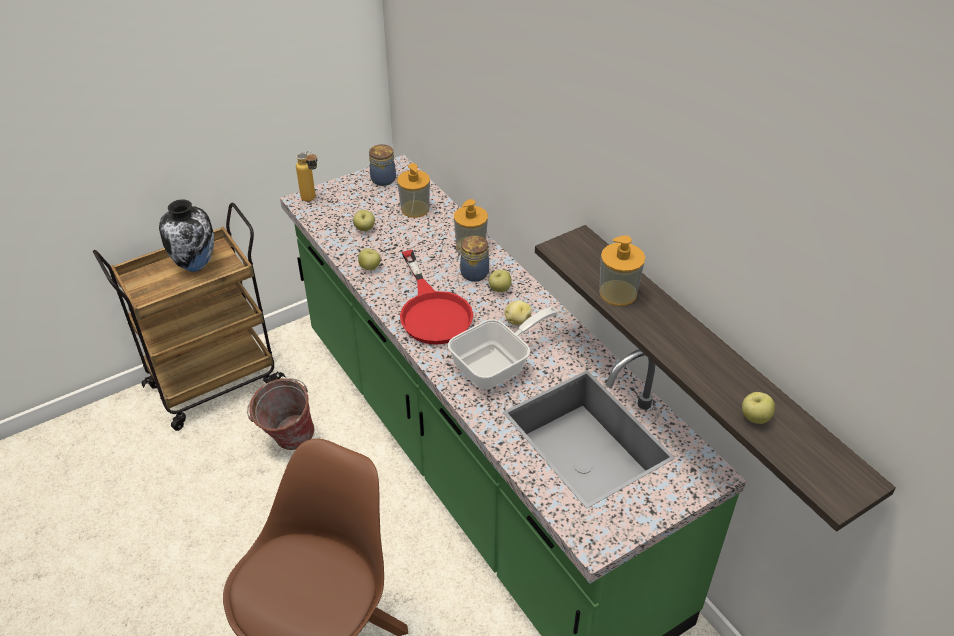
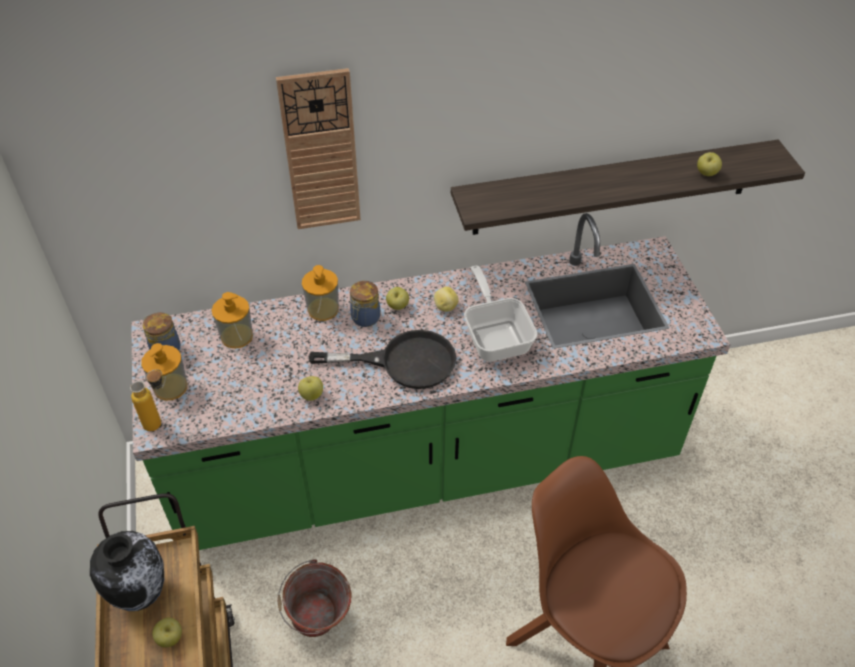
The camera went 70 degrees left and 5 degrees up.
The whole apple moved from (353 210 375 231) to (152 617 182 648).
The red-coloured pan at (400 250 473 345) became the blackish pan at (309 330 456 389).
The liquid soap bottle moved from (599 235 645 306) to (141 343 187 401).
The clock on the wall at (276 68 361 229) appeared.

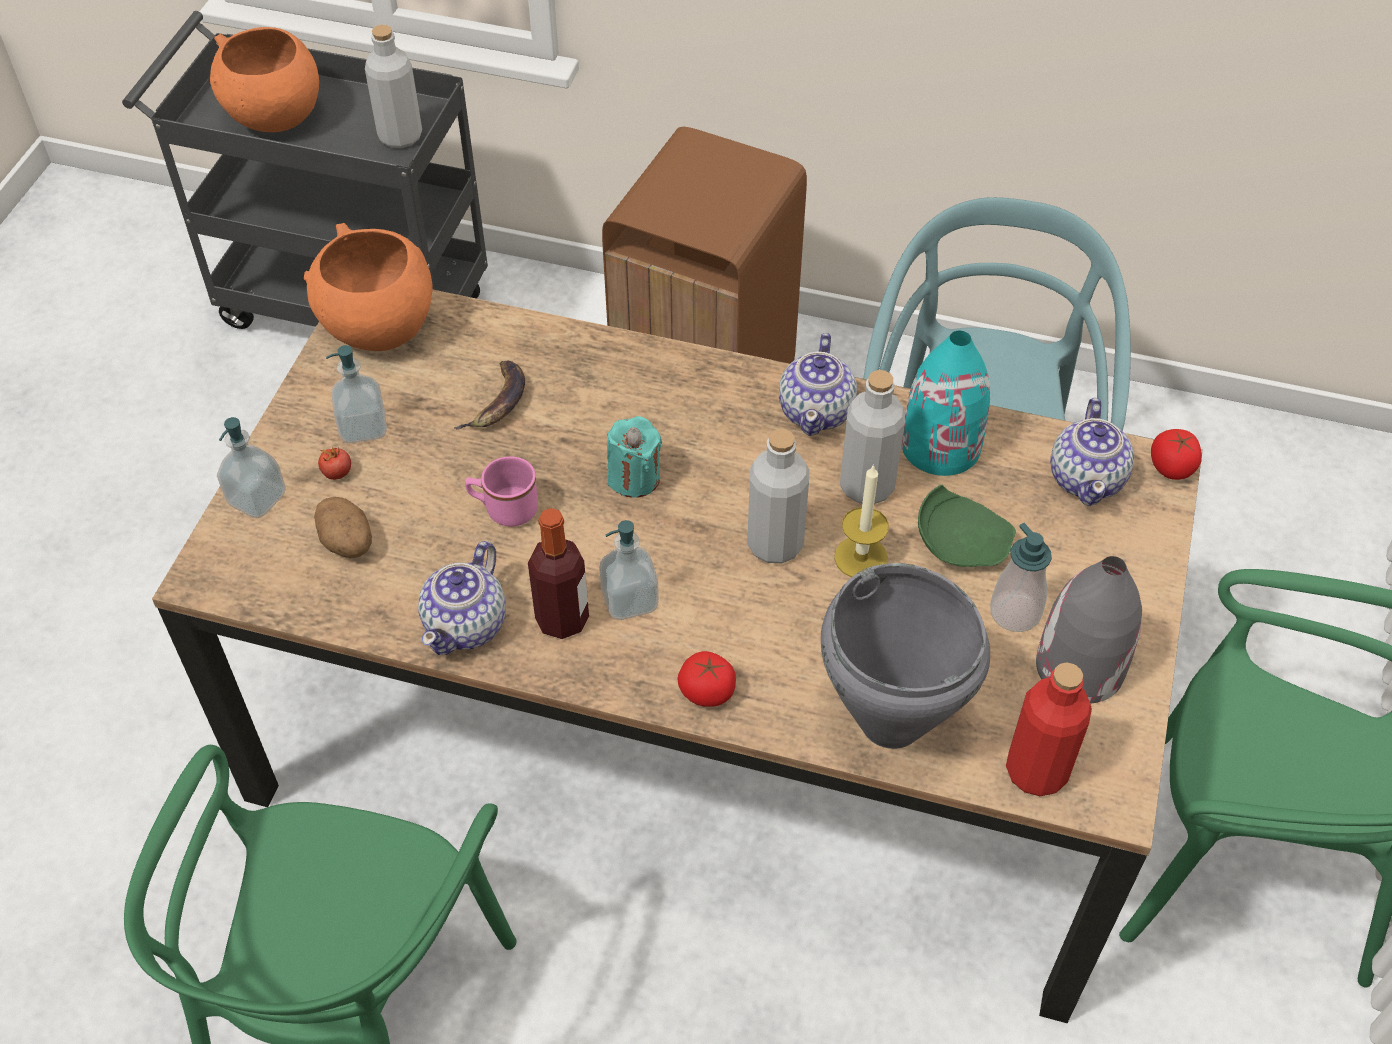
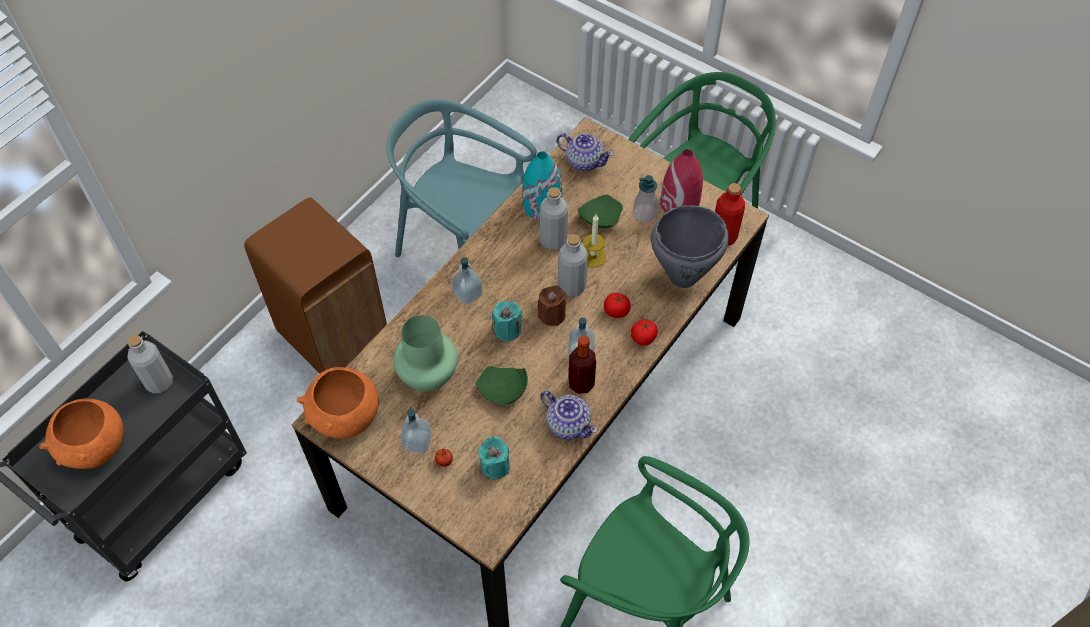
The camera went 70 degrees left and 5 degrees up.
The liquid soap bottle moved from (217 417 286 518) to (451 257 483 305).
The spud at (314 497 372 558) was replaced by the blue-green wax light at (478 436 510 480).
The banana fruit at (454 361 525 430) was replaced by the greenish decorative vase at (393 315 458 391).
The pink-coloured tea mug at (465 456 538 527) was replaced by the greenish dinner plate at (476 366 528 405).
The pot for tea at (779 333 857 436) disappeared.
The grey decorative vase at (1036 556 1142 704) became the red-coloured decorative vase at (660 149 703 212).
The tomato moved from (1151 429 1202 480) to (604 293 630 318).
The brownish wax light at (538 285 566 326) appeared.

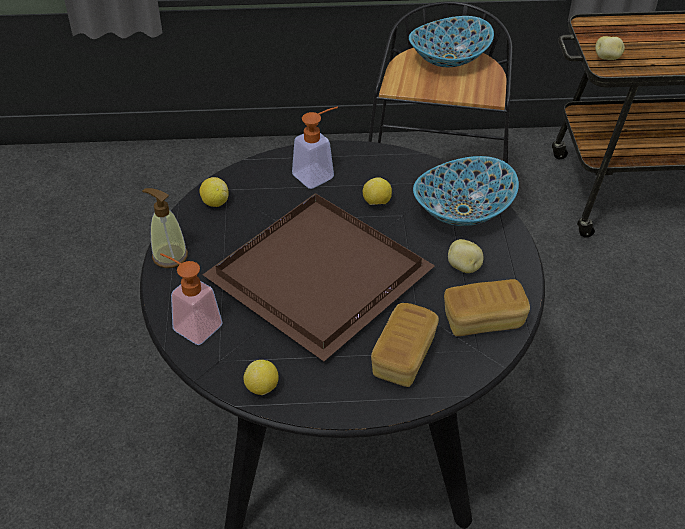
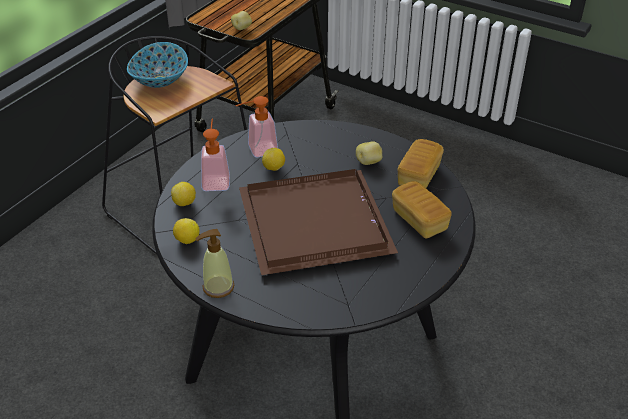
The camera went 55 degrees left and 5 degrees down.
The liquid soap bottle moved from (160 253 223 345) to (235 96 278 157).
The lemon moved from (244 360 279 395) to (171 182 196 206).
The bowl at (413 156 519 226) disappeared.

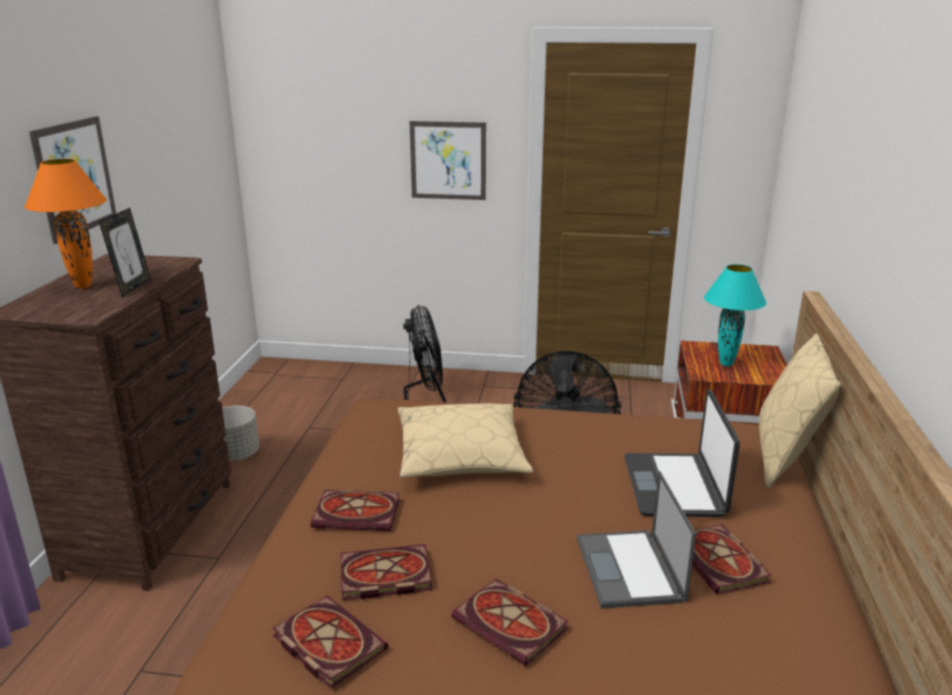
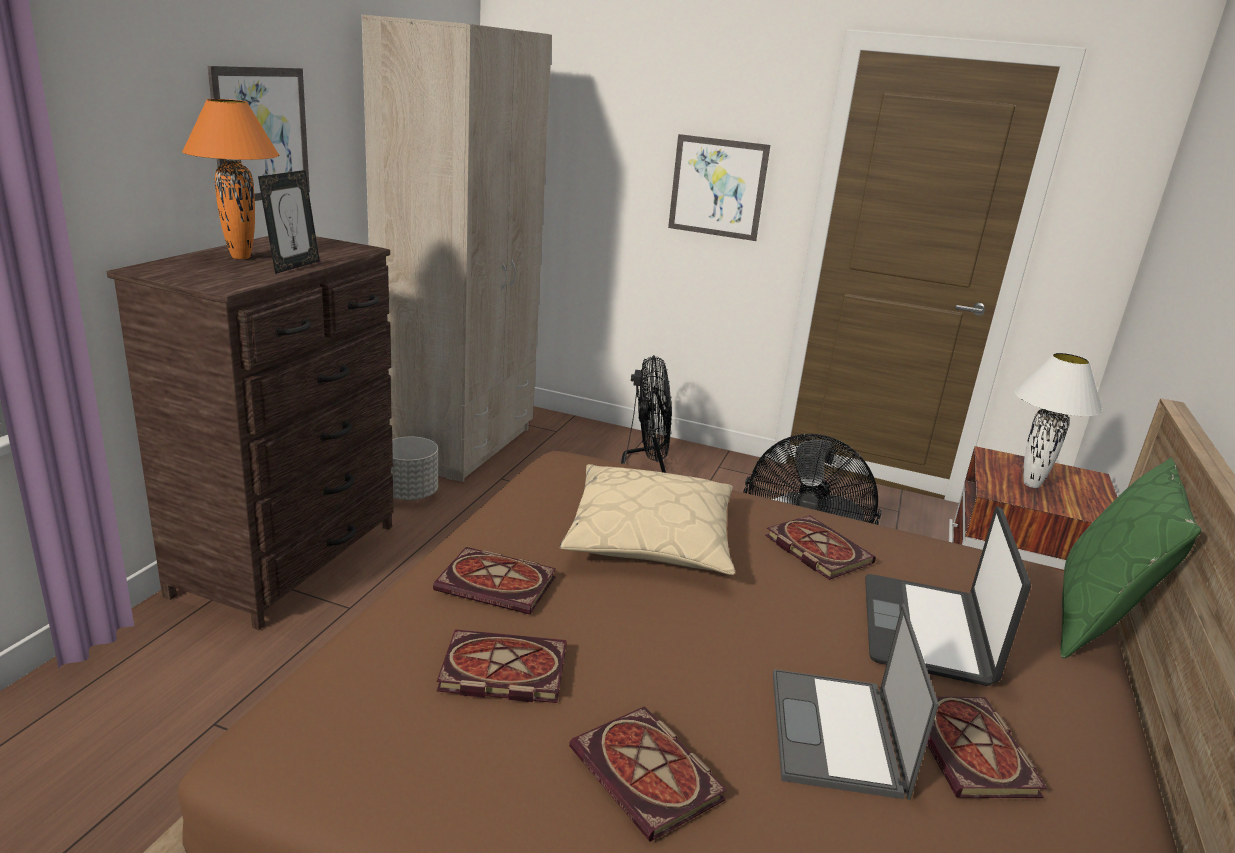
The camera went 10 degrees right and 0 degrees up.
The volume moved from (272 595 388 689) to (765 515 876 580).
The blue-green lamp for a table at (704 264 767 366) became the white lamp for a table at (1015 353 1102 488).
The beige throw pillow at (759 333 841 488) became the greenish throw pillow at (1060 457 1201 658).
The beige wardrobe at (362 15 552 482) appeared.

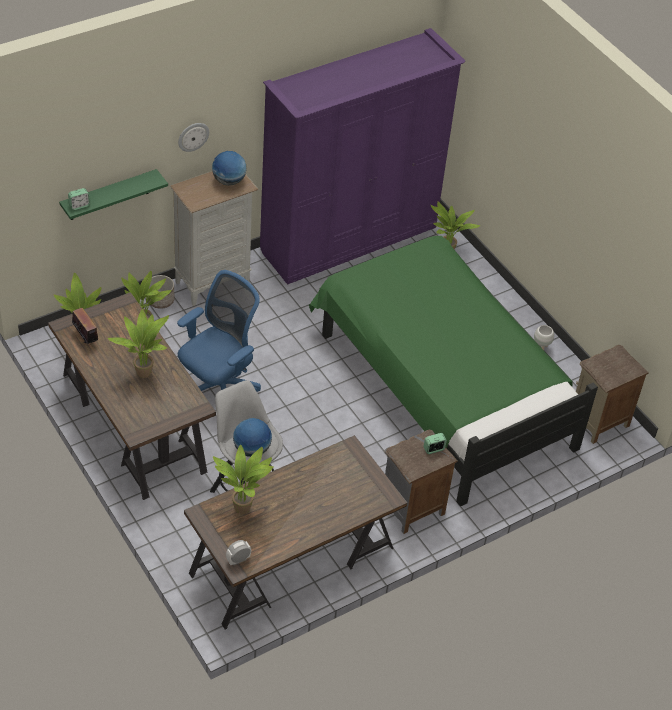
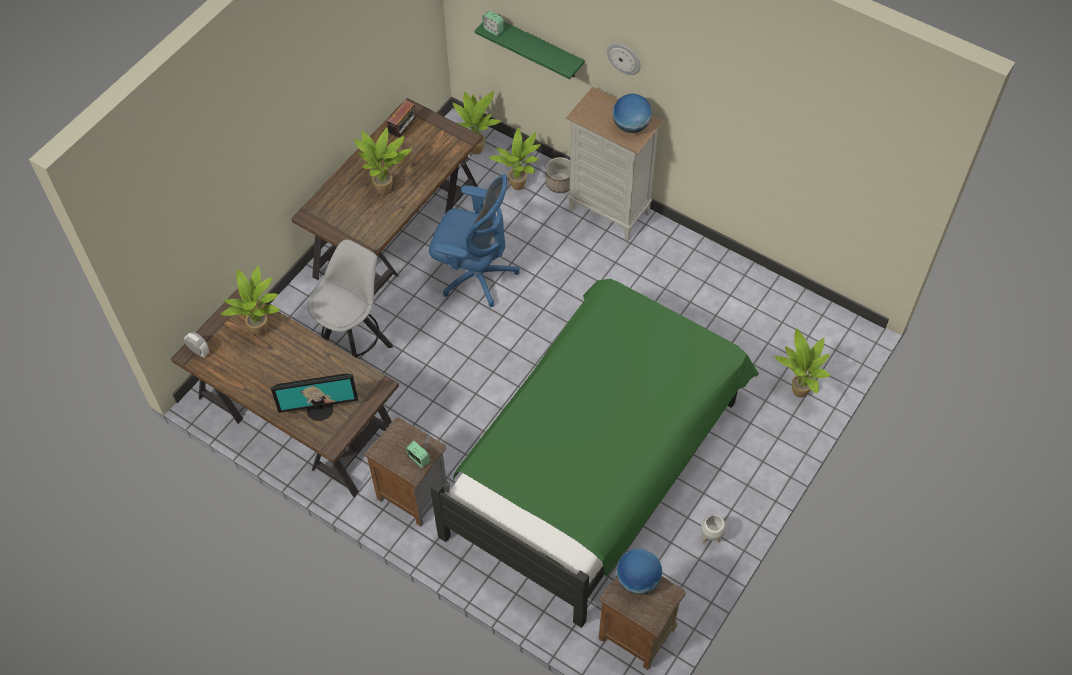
The camera went 70 degrees right and 10 degrees up.
The globe moved from (233 418 272 457) to (617 548 662 595).
The purplish wardrobe at (260 28 465 284) disappeared.
The monitor at (271 373 358 421) appeared.

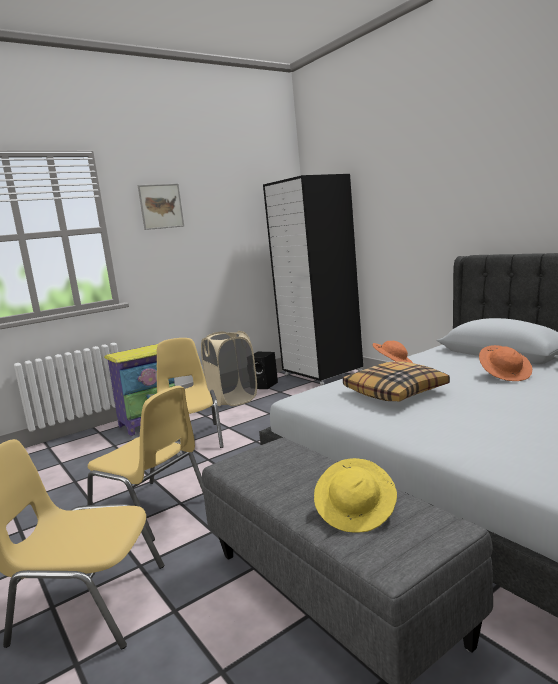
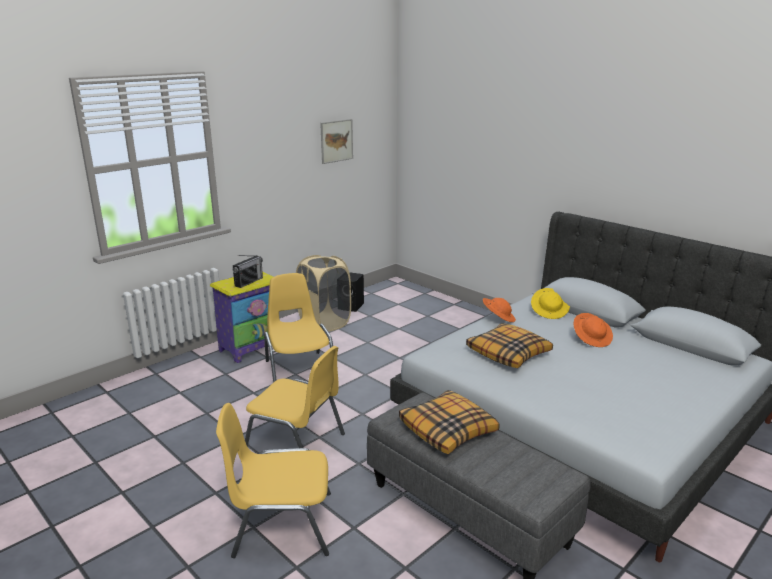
The camera went 10 degrees left and 10 degrees up.
The wall art moved from (137 184 184 230) to (320 119 353 164).
The wardrobe at (263 174 363 385) disappeared.
The yellow wearable hat moved from (314 458 397 533) to (531 288 570 319).
The radio receiver at (233 255 263 288) appeared.
The throw pillow at (399 390 500 454) appeared.

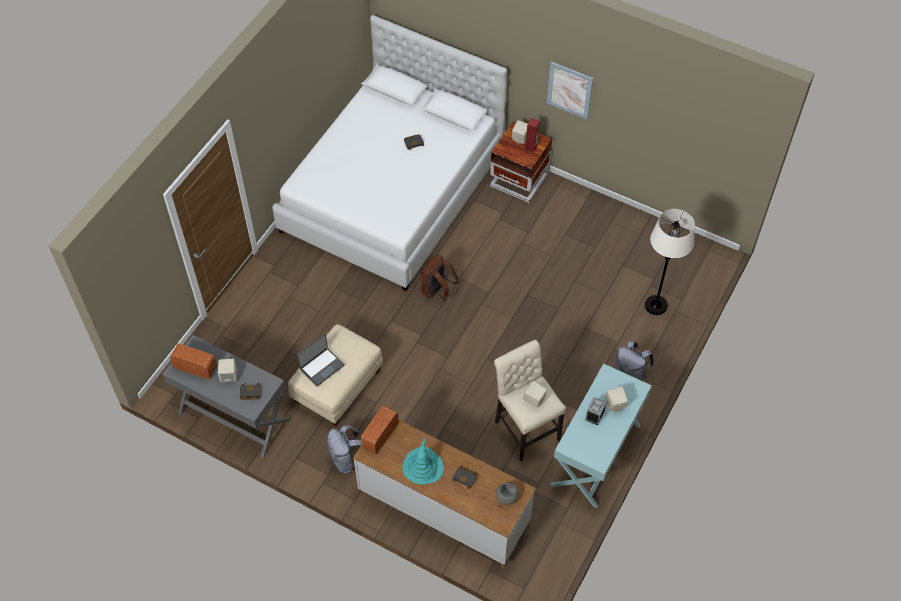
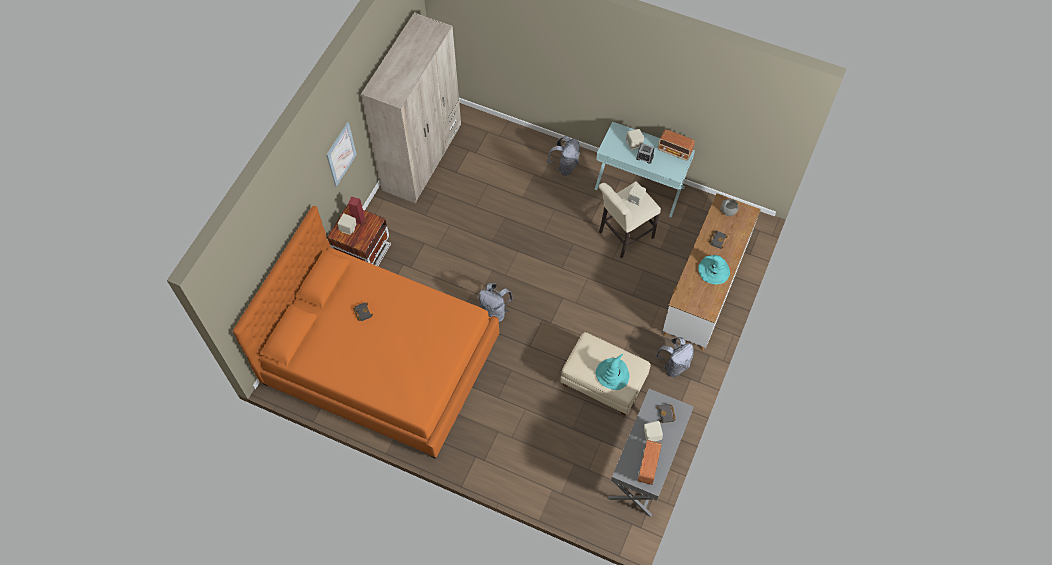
The camera went 95 degrees left and 5 degrees up.
The white bedroom bed at (272 15 507 291) became the orange bedroom bed at (233 206 500 459).
The portable computer at (296 333 345 386) was replaced by the blue-green wearable hat at (596 354 630 390).
The radio receiver moved from (361 405 399 454) to (658 129 695 161).
The brownish rucksack at (421 255 460 301) became the grey rucksack at (479 283 513 322).
The white standard lamp at (645 209 695 315) disappeared.
The beige wardrobe at (361 13 461 203) appeared.

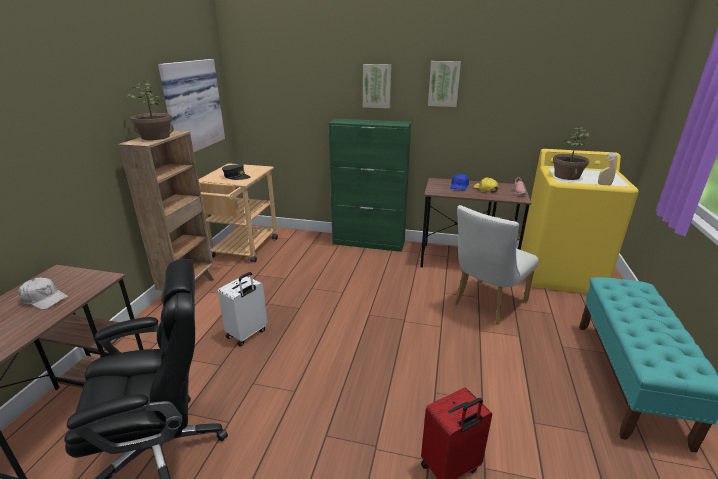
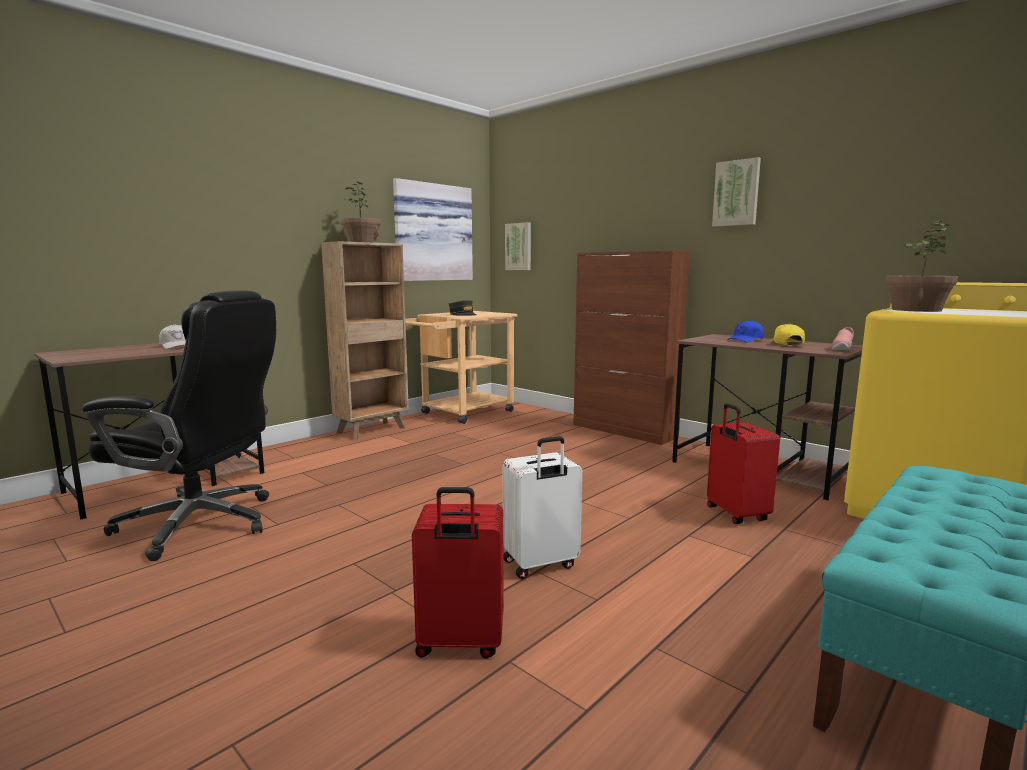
The camera went 30 degrees right and 15 degrees down.
The white travel case moved from (218 272 268 346) to (503 436 582 579).
The greenish storage cabinet at (329 119 411 252) became the brownish storage cabinet at (574 251 690 445).
The wall art moved from (363 64 392 108) to (505 222 531 270).
The white upright chair at (454 205 539 325) was replaced by the red-coloured travel case at (707 403 780 524).
The beige hand sprayer at (598 153 617 185) disappeared.

